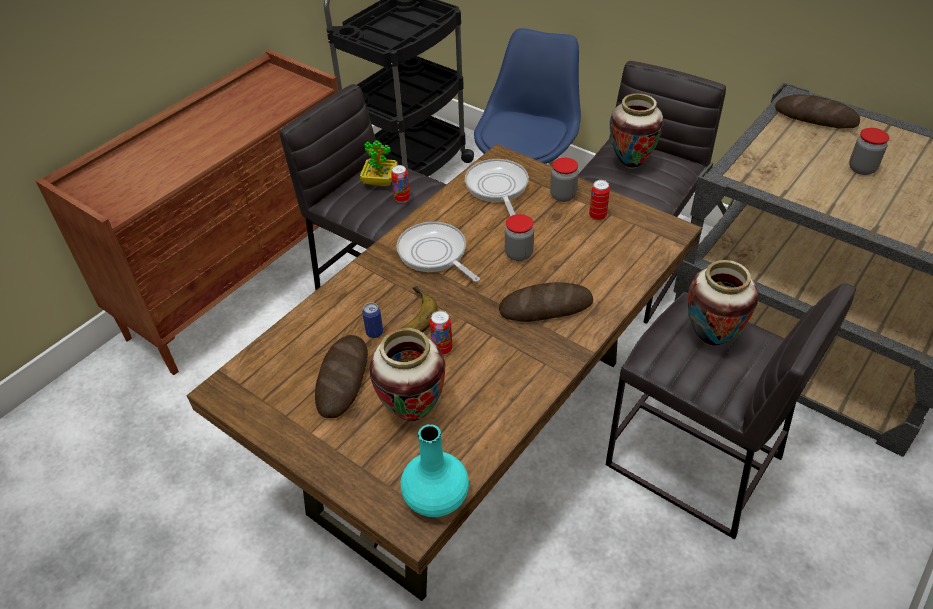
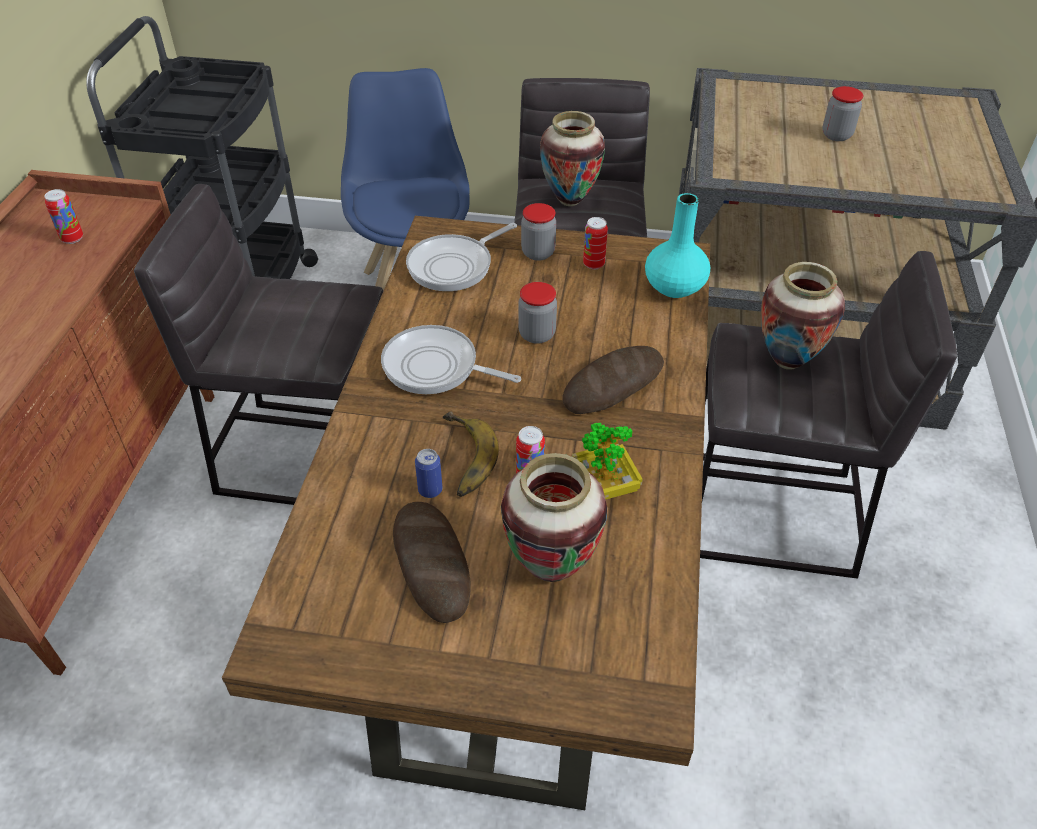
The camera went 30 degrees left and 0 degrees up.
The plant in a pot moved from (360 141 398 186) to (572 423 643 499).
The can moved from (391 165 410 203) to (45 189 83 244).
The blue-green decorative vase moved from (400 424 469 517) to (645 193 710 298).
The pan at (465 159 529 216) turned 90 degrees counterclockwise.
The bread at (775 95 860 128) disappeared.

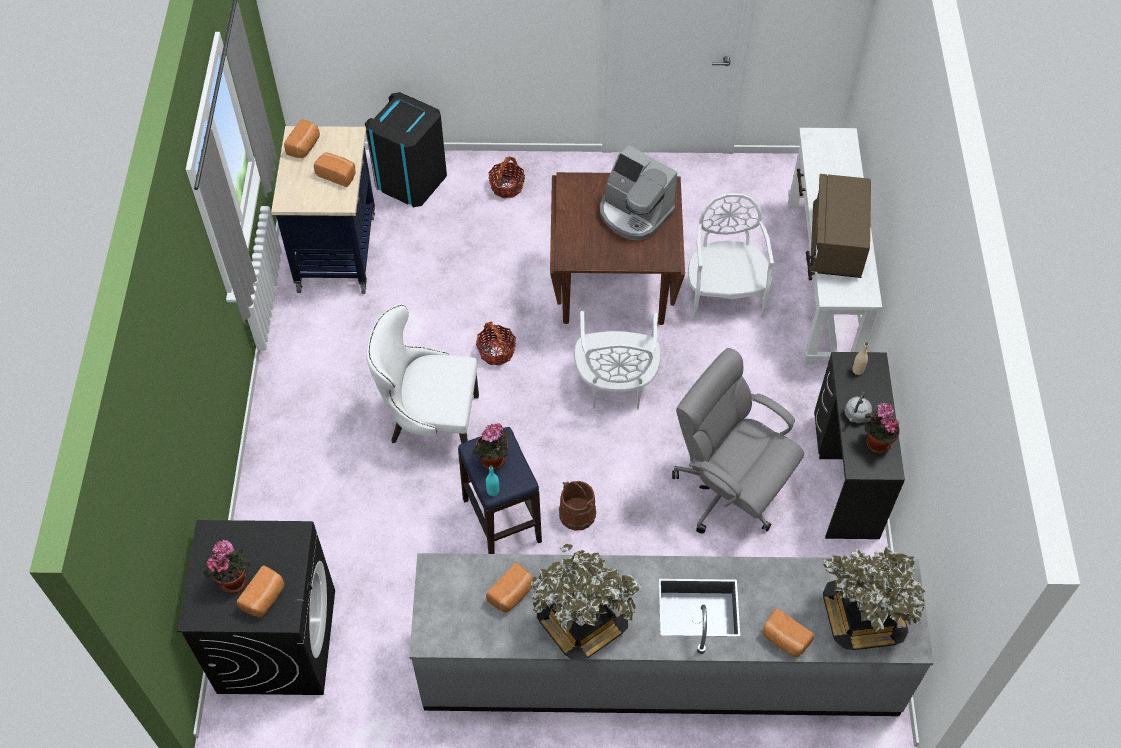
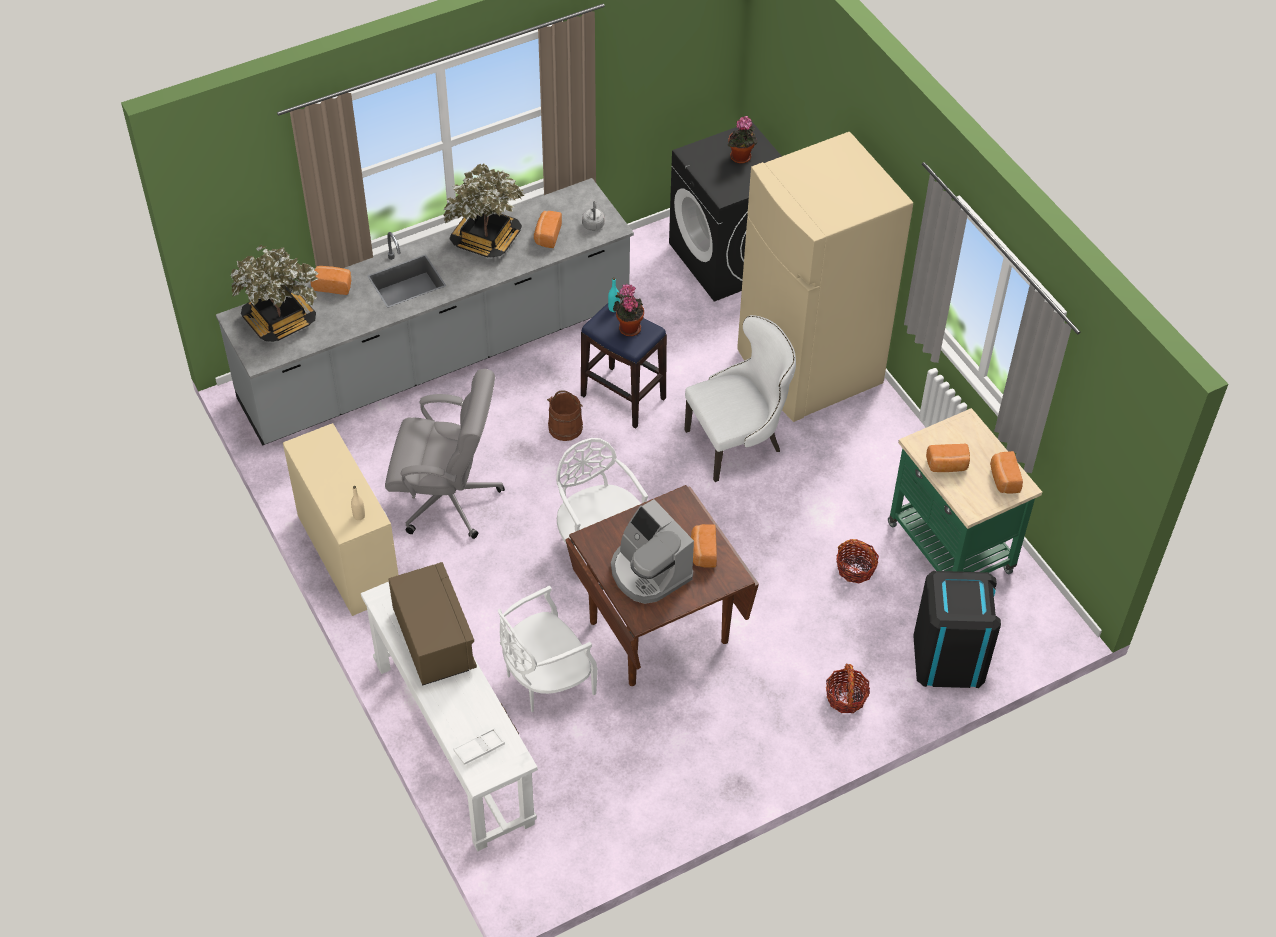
The camera went 150 degrees right and 5 degrees down.
The bread moved from (237 565 285 618) to (691 524 717 568).
The bluish cart at (271 126 376 294) became the greenish cart at (888 408 1042 574).
The basket moved from (476 321 516 365) to (836 539 879 583).
The coffee machine at (600 145 677 240) turned 135 degrees counterclockwise.
The white upright chair at (688 193 774 321) turned 90 degrees clockwise.
The blackish desk table at (814 352 905 539) became the beige desk table at (283 423 398 616).
The grey kettle moved from (845 392 872 423) to (582 201 605 231).
The plant in a pot at (865 403 900 454) disappeared.
The white carrying tray at (453 728 505 765) appeared.
The beige kitchen fridge at (737 132 913 422) appeared.

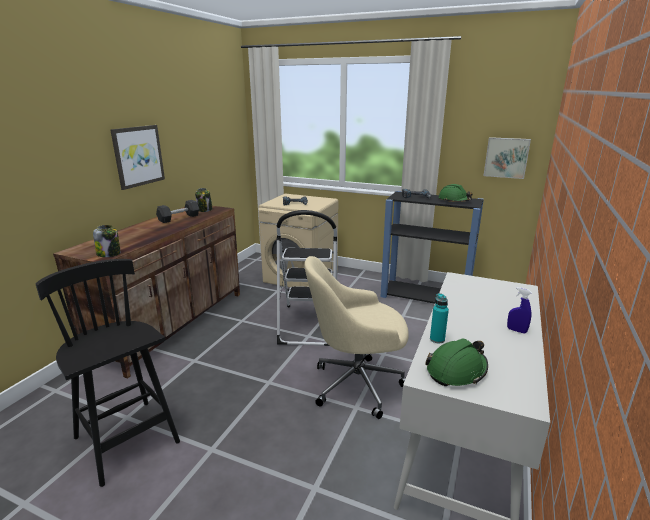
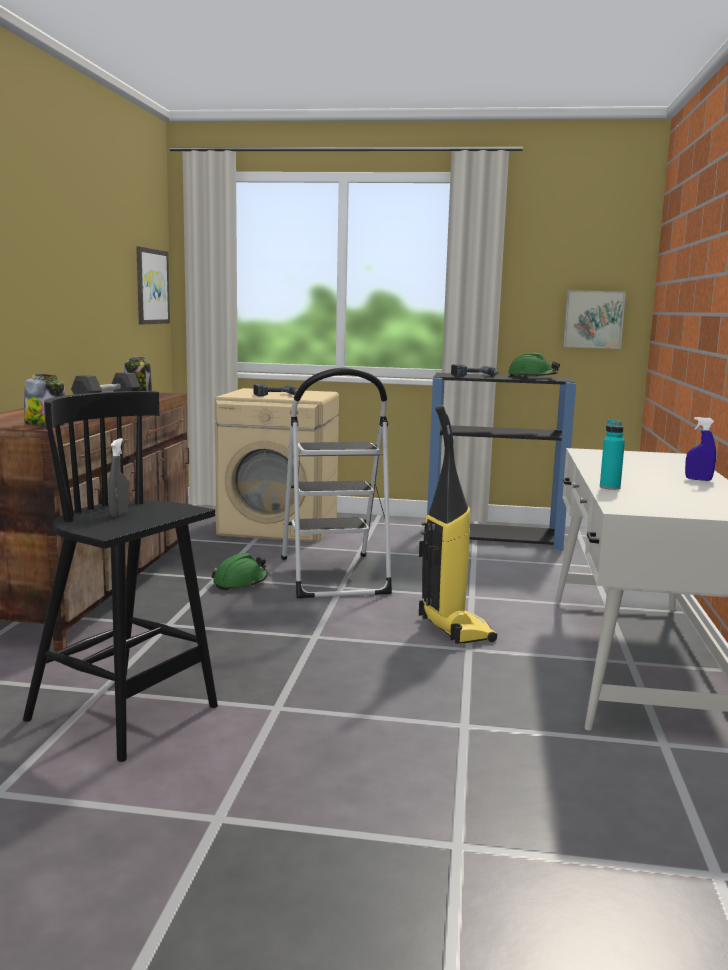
The camera went 15 degrees left and 10 degrees down.
The wall art moved from (110 125 165 190) to (136 246 170 324).
The beige computer chair at (305 256 409 419) was replaced by the hoover at (419 405 497 644).
The greenish hard hat moved from (425 338 488 386) to (211 553 268 590).
The grey hand sprayer at (108 438 129 517) appeared.

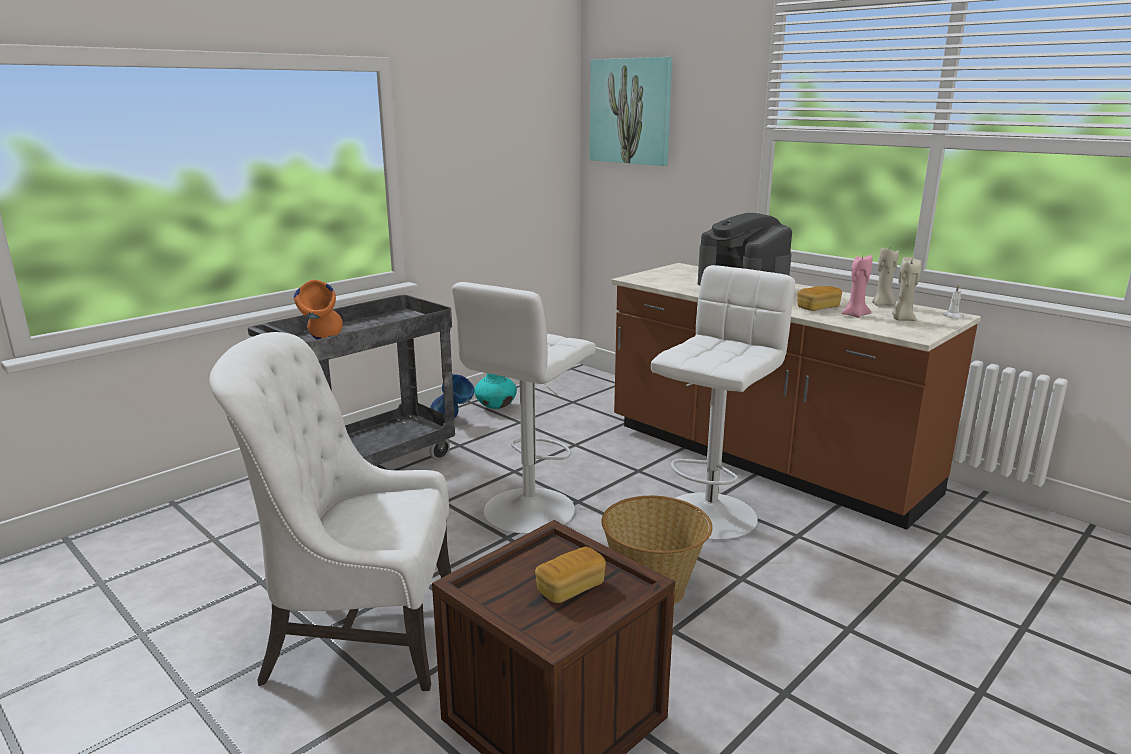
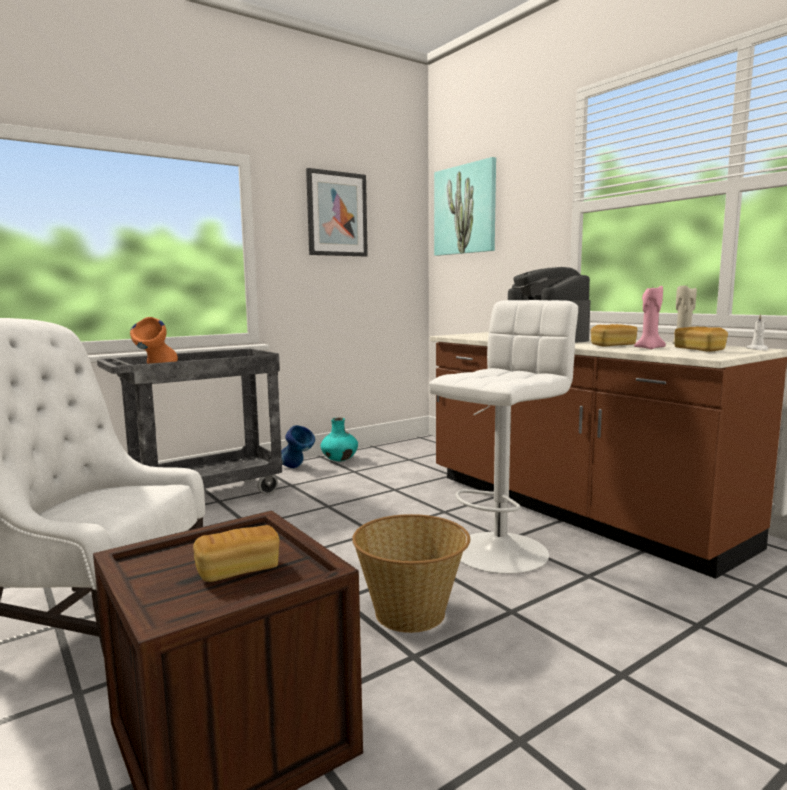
The camera went 10 degrees right and 10 degrees down.
The white stool seat at (452 282 596 534) disappeared.
The beige wax light at (892 257 921 321) was replaced by the bread at (675 327 728 352).
The wall art at (306 168 368 257) appeared.

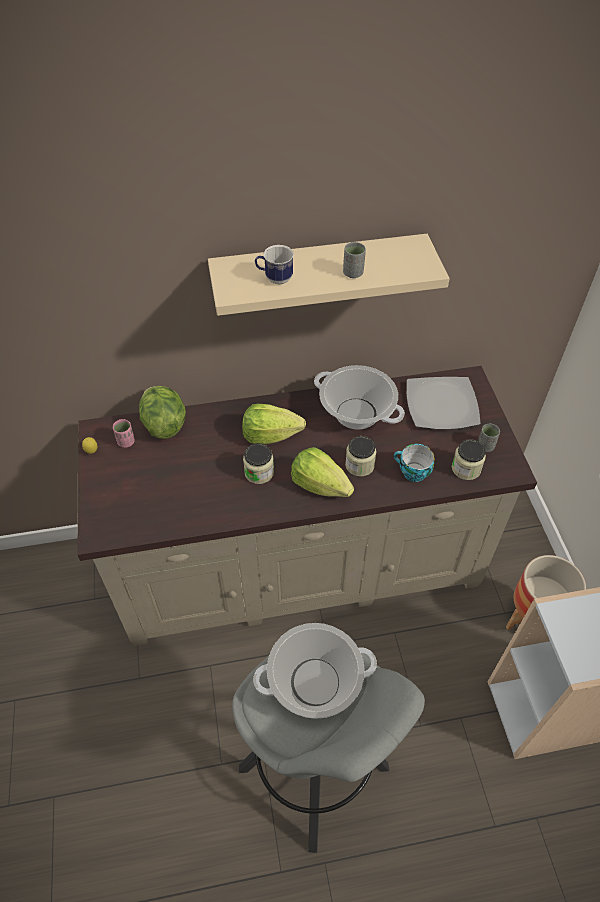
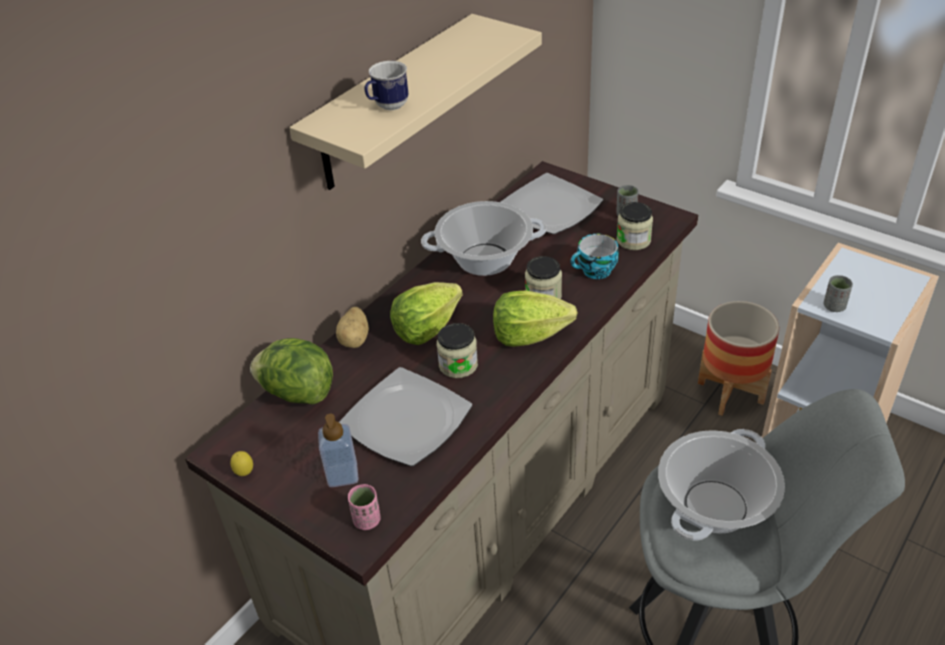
The camera went 40 degrees left and 10 degrees down.
The pink-coloured drinking cup moved from (113 419 135 448) to (348 484 380 530).
The grey drinking cup moved from (343 242 366 278) to (823 275 853 312).
The liquid soap bottle at (318 414 359 487) appeared.
The spud at (336 307 369 348) appeared.
The dinner plate at (339 367 472 467) appeared.

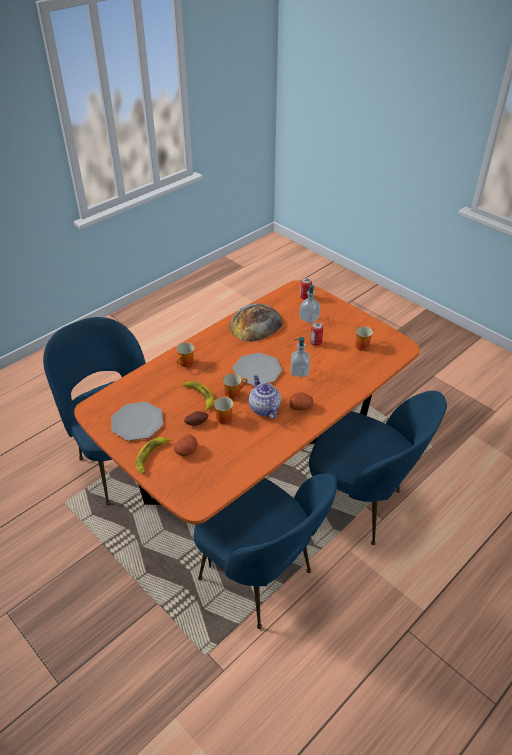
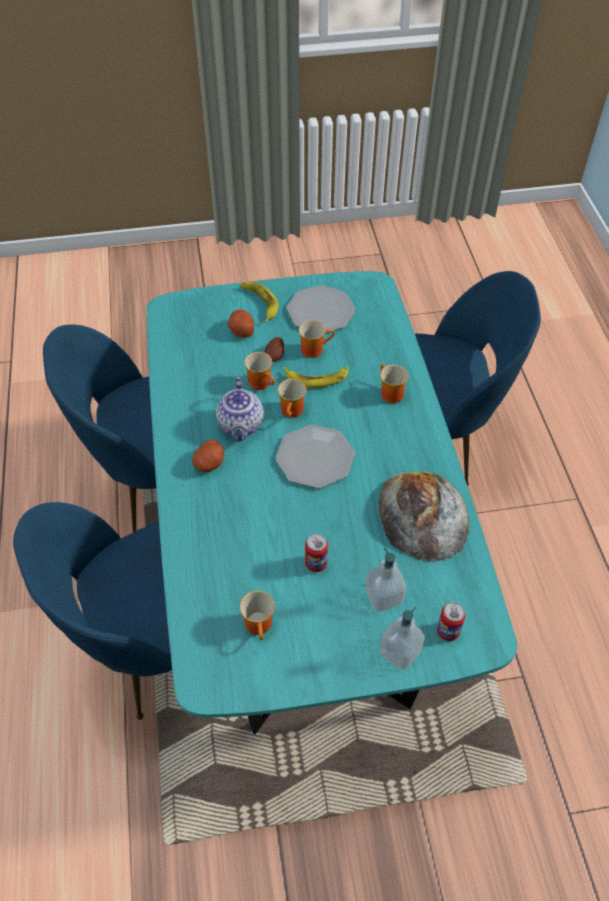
The camera went 125 degrees right and 10 degrees up.
The orange dinner table at (74 281 420 567) became the blue-green dinner table at (147 271 517 735).
The pot for tea at (249 375 281 419) turned 75 degrees clockwise.
The liquid soap bottle moved from (290 337 310 377) to (380 607 425 670).
The tea mug at (299 320 335 358) appeared.

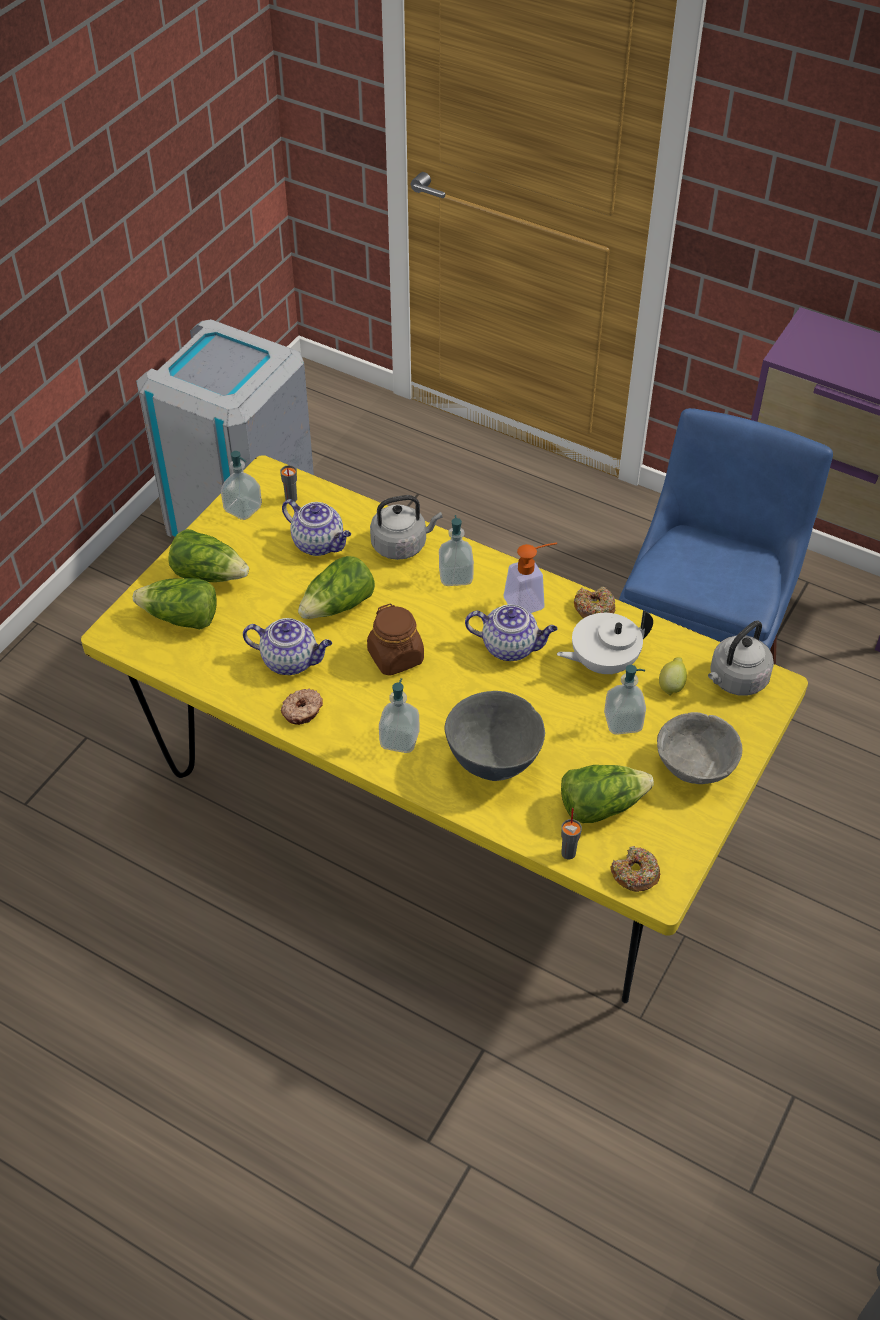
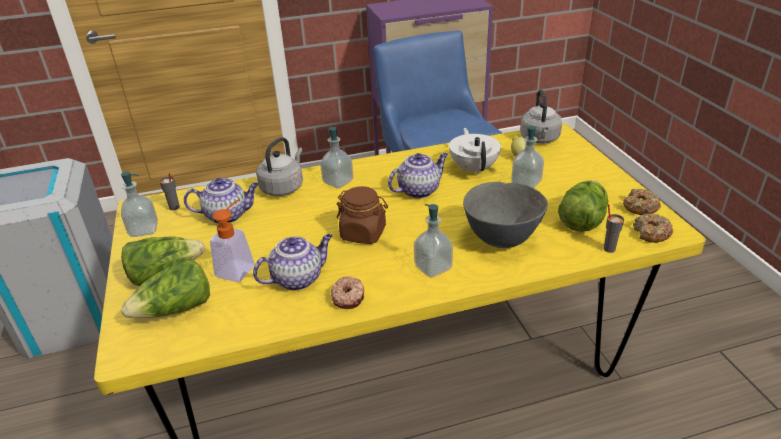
The camera went 45 degrees left and 15 degrees down.
The lettuce at (298 556 375 619) disappeared.
The liquid soap bottle moved from (504 543 557 613) to (210 199 254 282).
The white pot for tea at (557 610 653 675) turned 150 degrees clockwise.
The ring doughnut moved from (574 586 615 618) to (623 189 661 215).
The grey bowl at (657 712 742 784) disappeared.

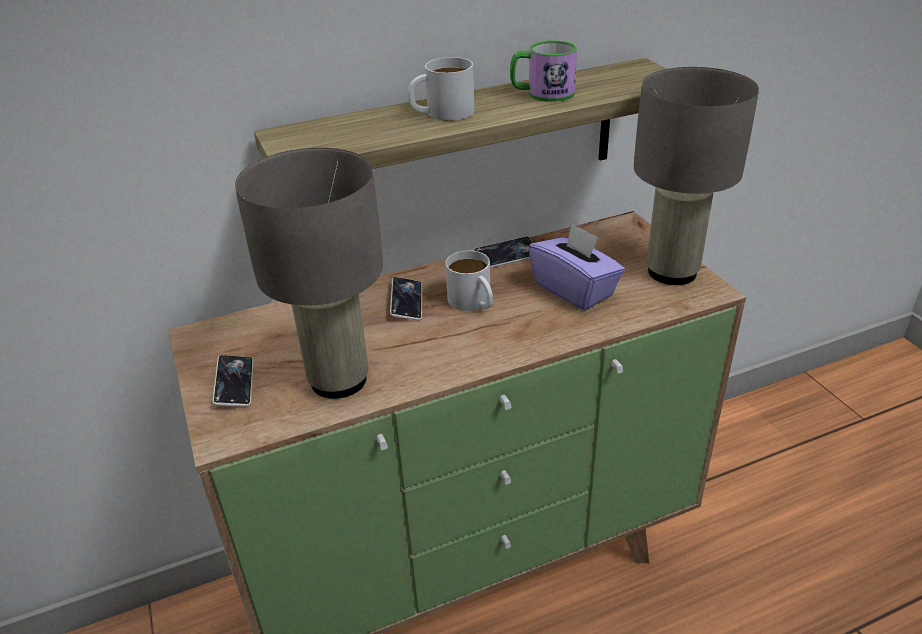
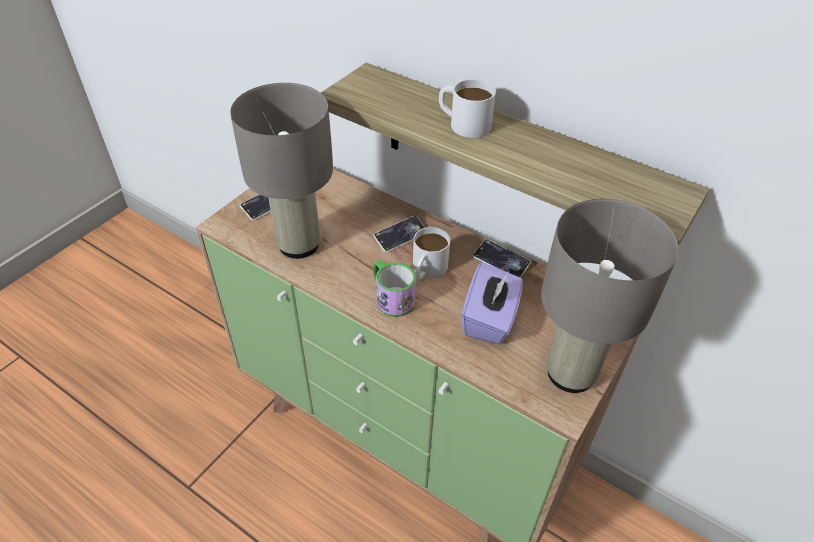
The camera went 55 degrees right and 10 degrees up.
The tea mug moved from (510 40 577 102) to (373 259 416 317).

